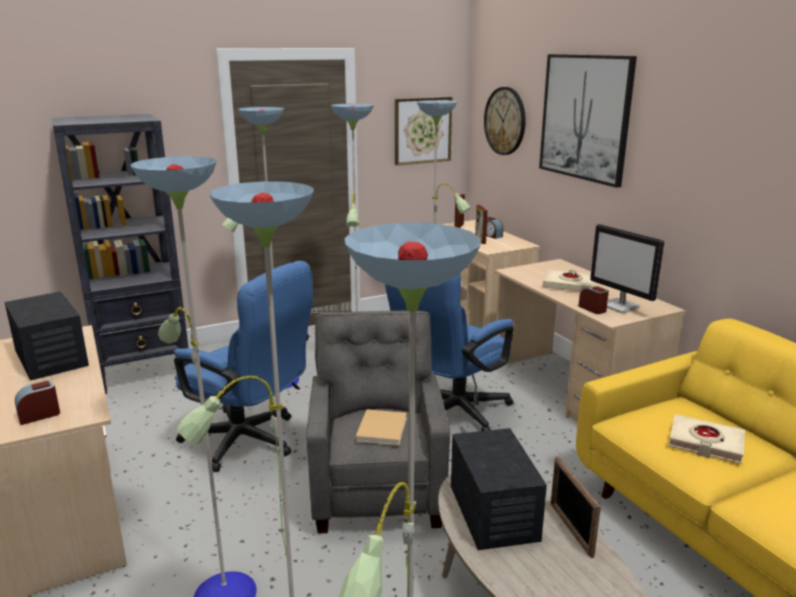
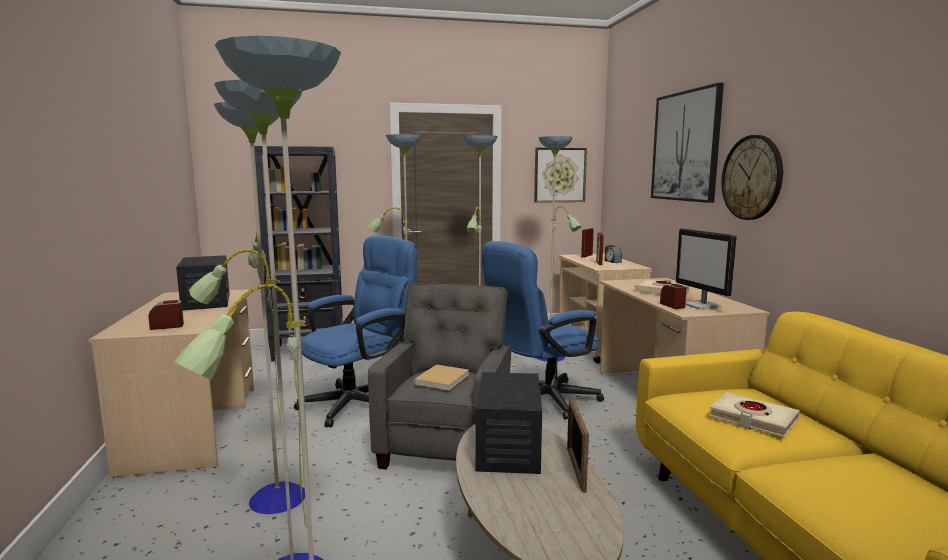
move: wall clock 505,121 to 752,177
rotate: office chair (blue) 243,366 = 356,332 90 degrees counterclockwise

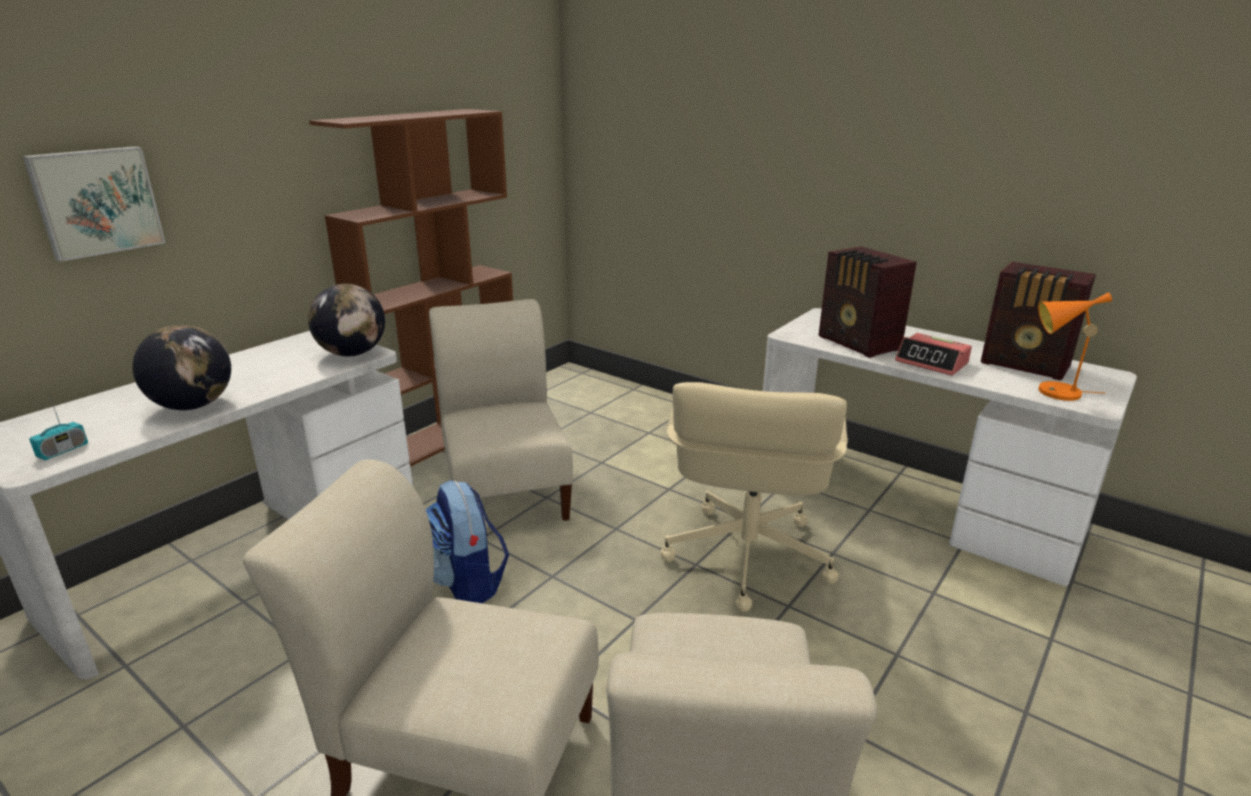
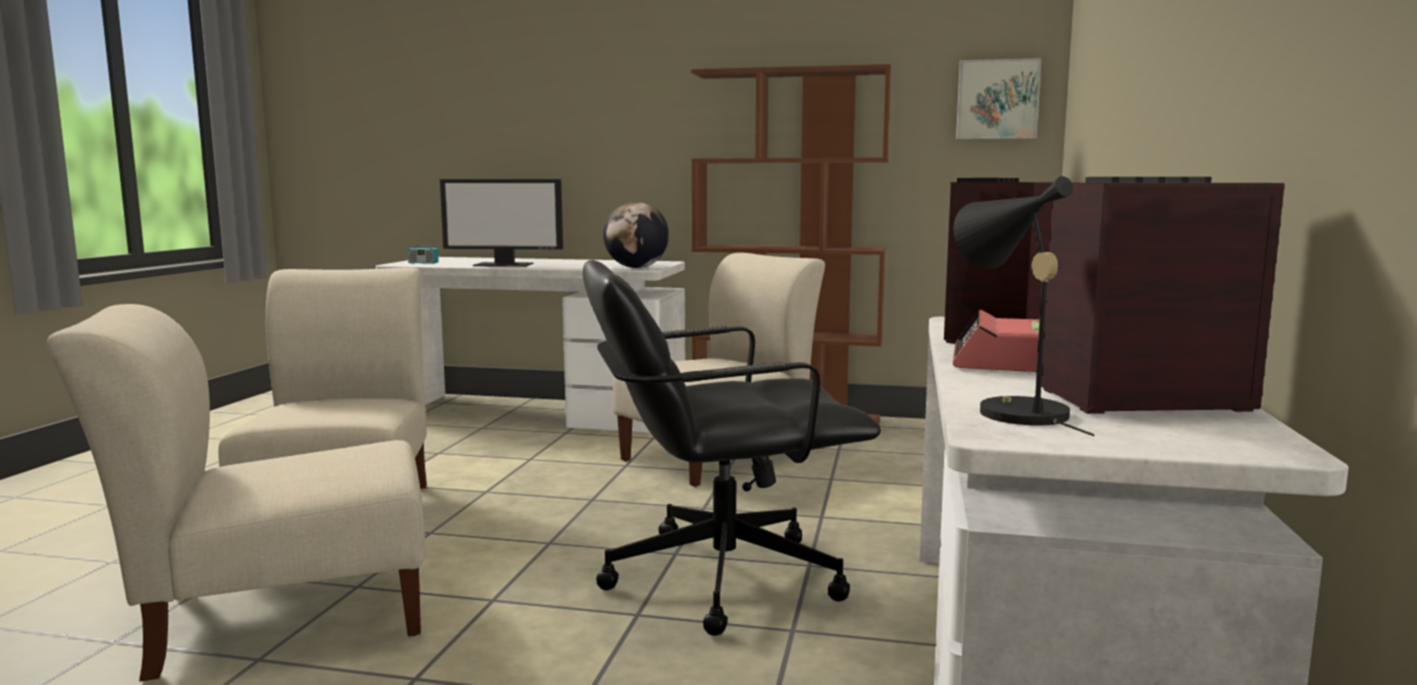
delete: backpack 467,541
move: picture 94,204 to 999,98
replace: globe 181,367 to monitor 501,223
recolor: office chair (beige) 754,497 to office chair (black) 732,448; table lamp (orange) 1075,347 to table lamp (black) 1023,306
rotate: radio 1038,321 = 1163,295 75 degrees clockwise

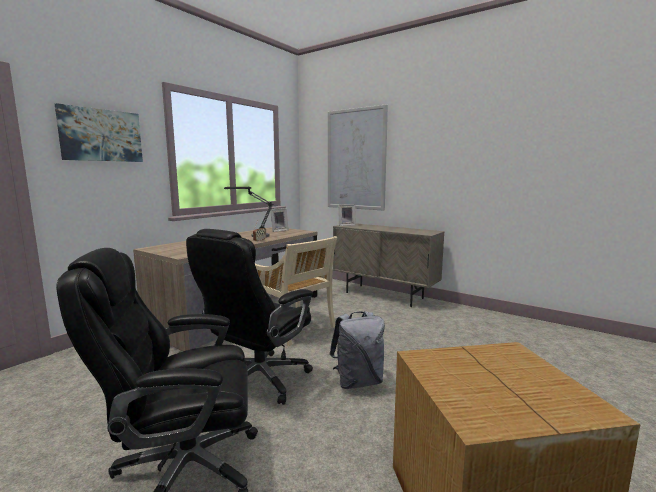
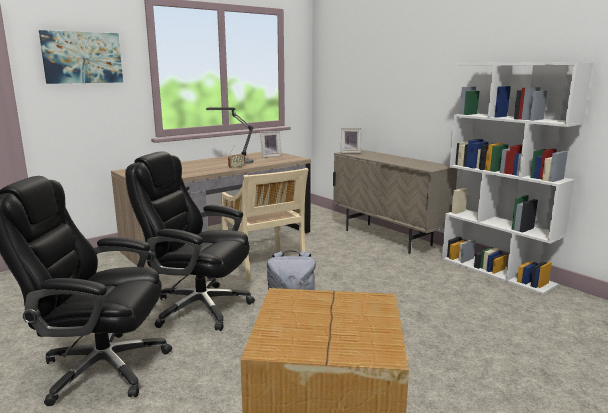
delete: picture 358,157
insert: bookcase (white) 517,178
rotate: office chair (black) 249,317 = 190,241 60 degrees clockwise

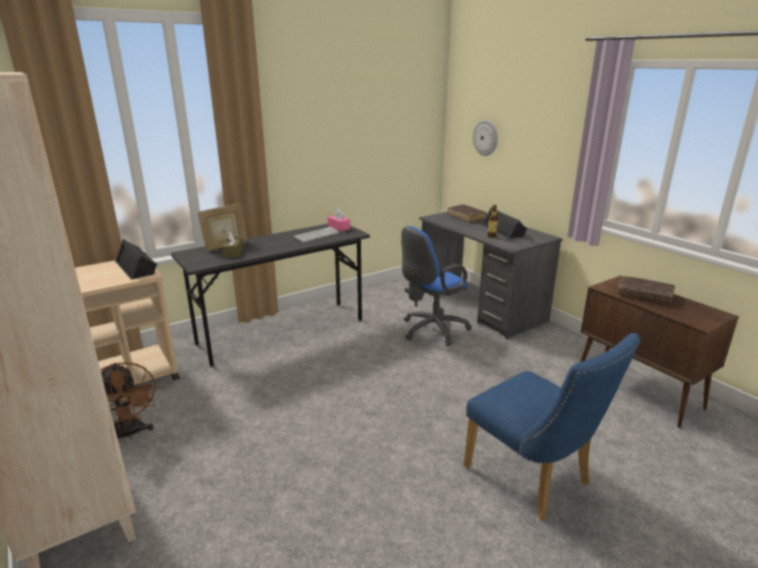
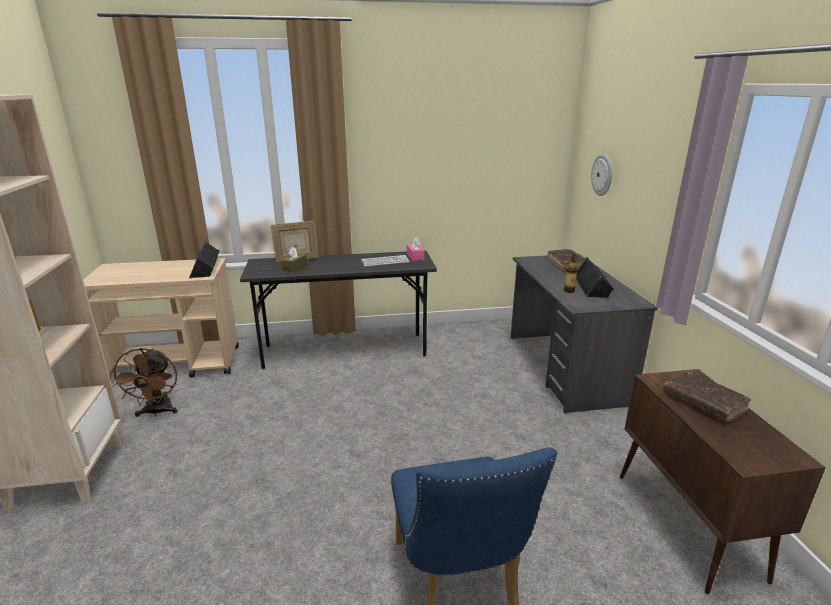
delete: office chair (blue) 436,286

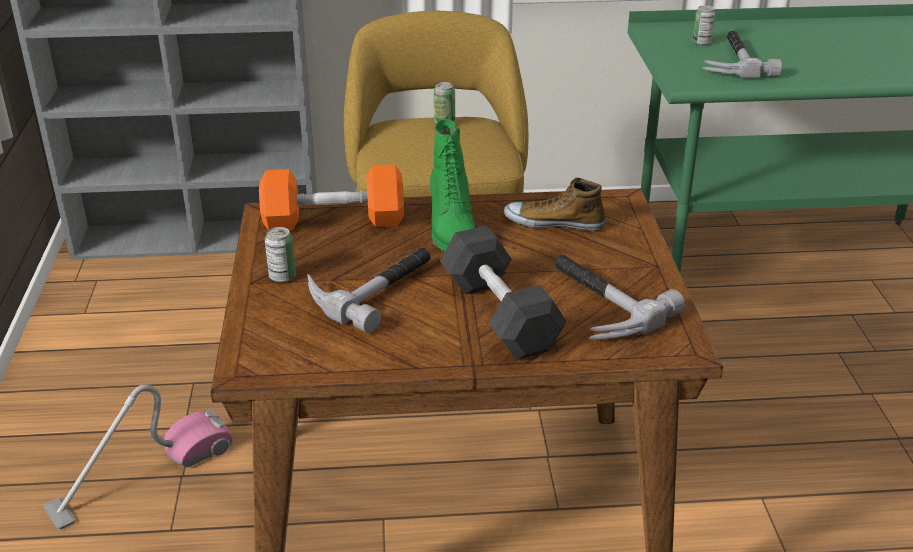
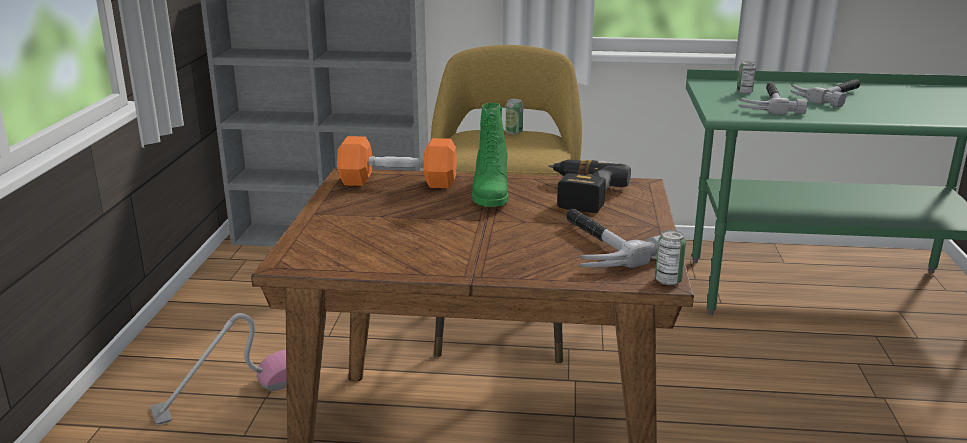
delete: dumbbell (black) 503,293
move: can 280,255 to 670,257; hammer 369,290 to 825,93
replace: shoe 555,204 to power drill 589,186

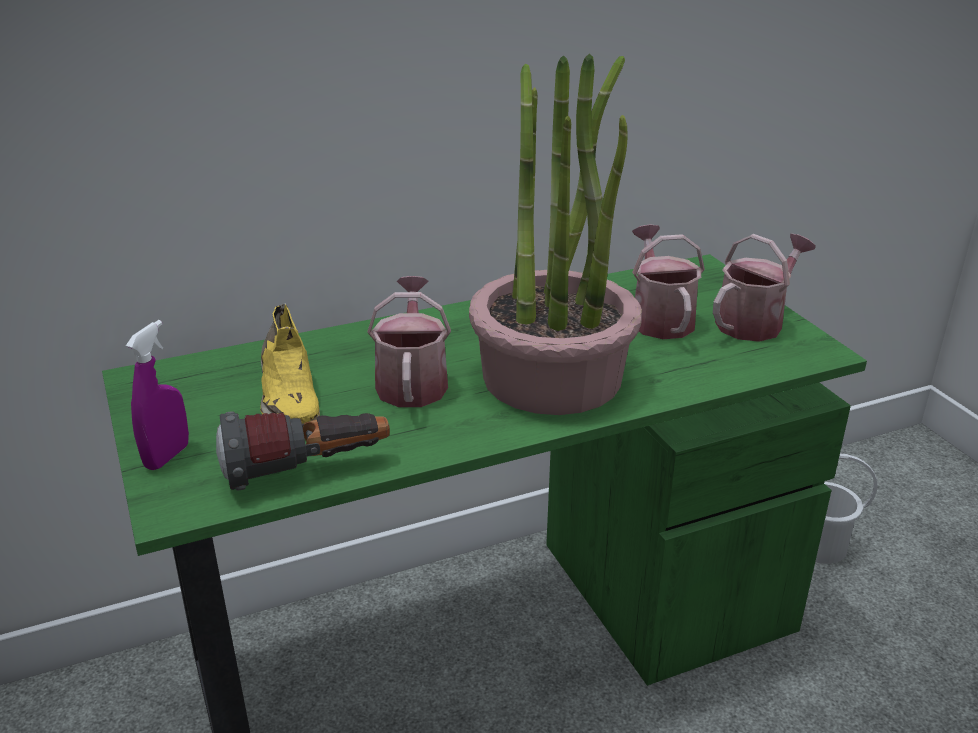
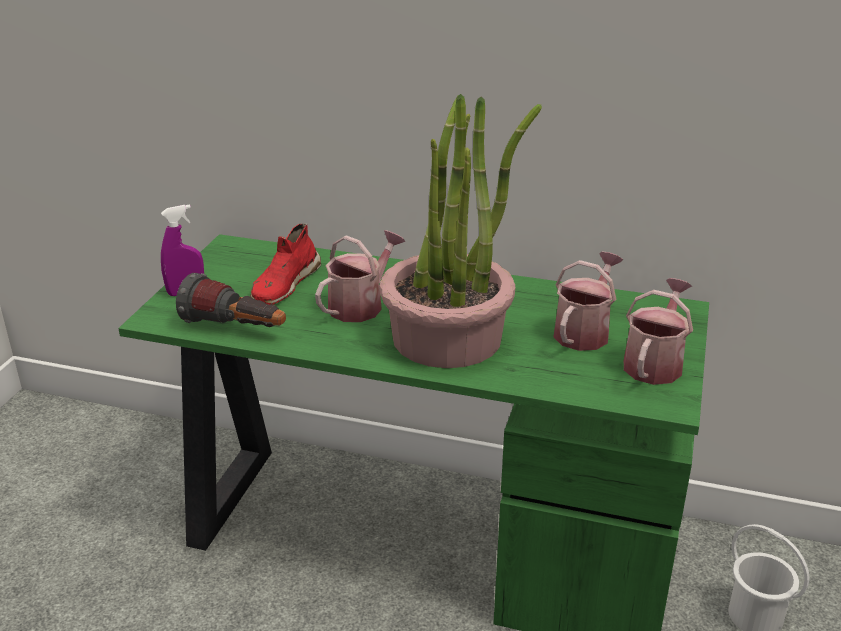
recolor: shoe (yellow) 290,363 to shoe (red) 285,264
rotate: watering can 764,288 = 658,331 60 degrees counterclockwise

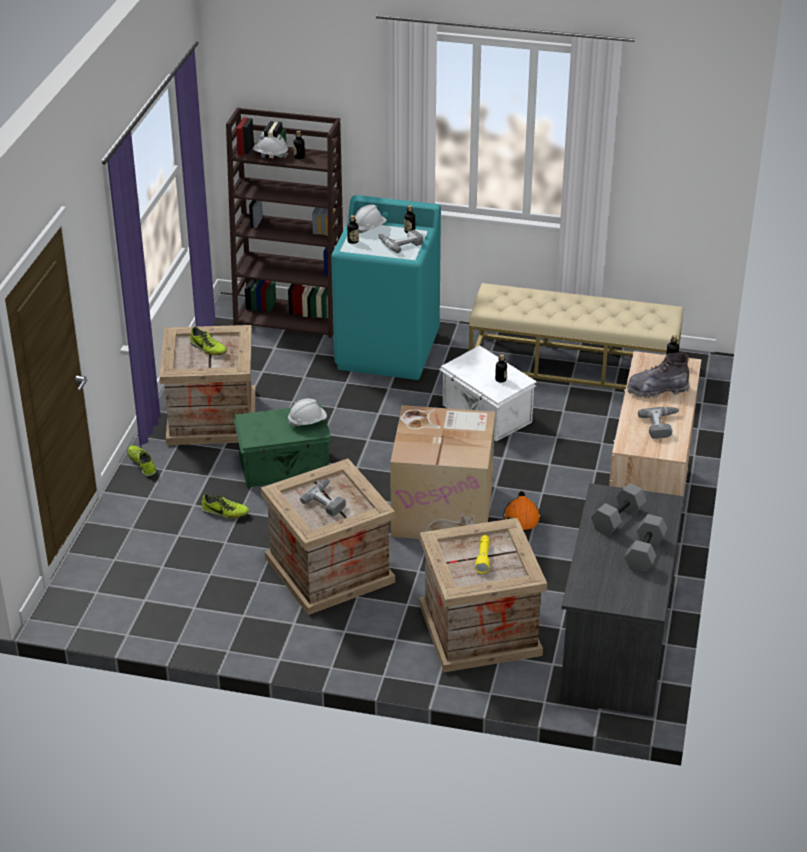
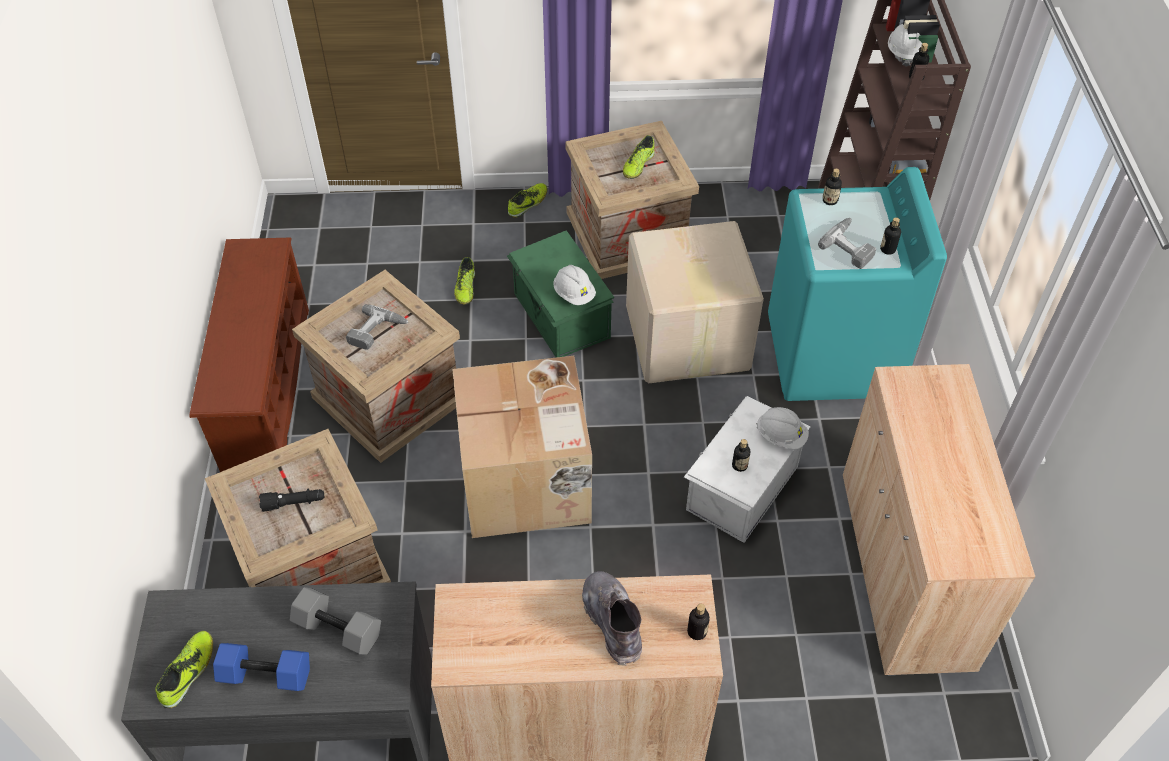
delete: hard hat (orange) 522,511; power drill 658,423
insert: shoe 184,669; shoe rack (brown) 249,354; cardboard box 695,302
move: hard hat (white) 371,219 to 782,428
replace: bench (beige) 576,336 to cabinet (beige) 939,520
recolor: dumbbell (grey) 646,543 to dumbbell (blue) 261,667; flashlight (yellow) 482,554 to flashlight (black) 291,500

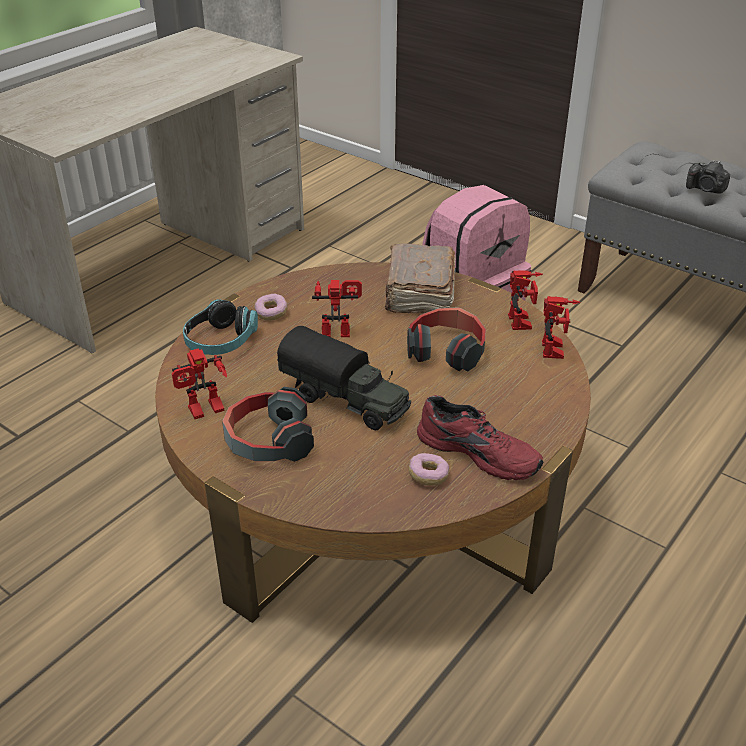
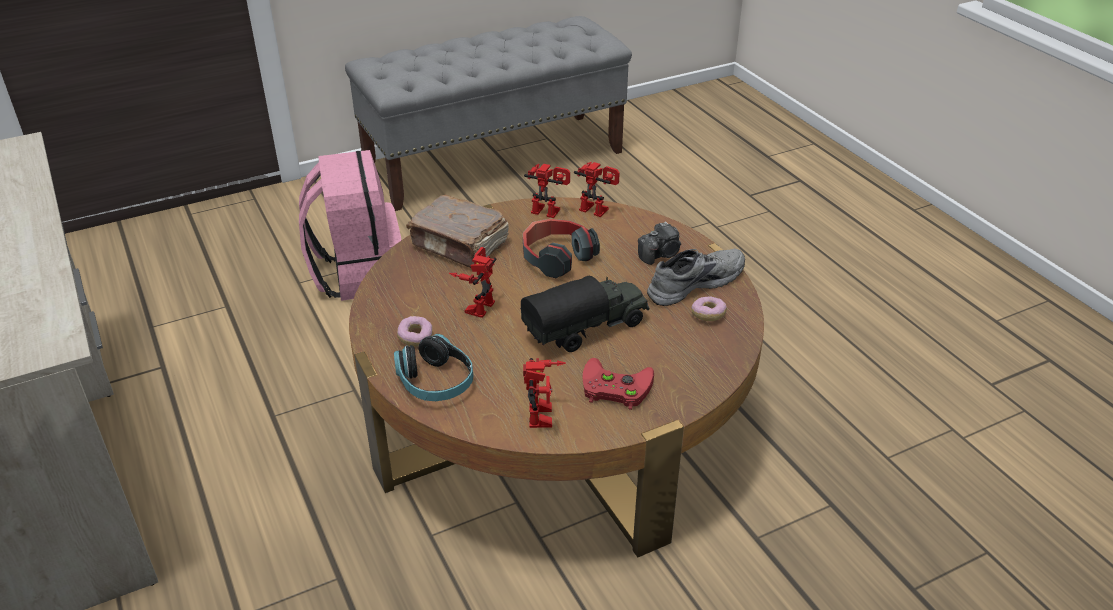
move: photo camera 708,177 to 659,243
replace: headphones 268,424 to game controller (red) 618,384
recolor: shoe (red) 480,437 to shoe (grey) 696,277

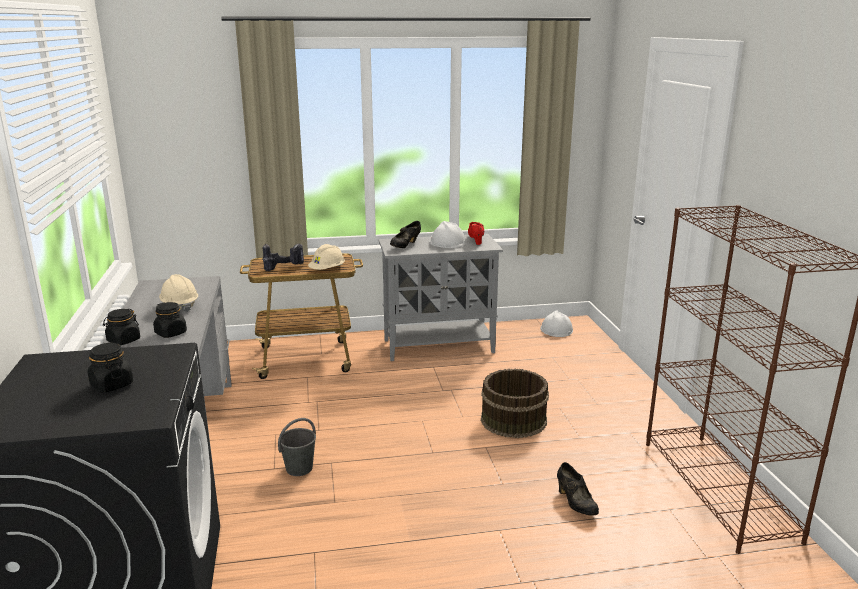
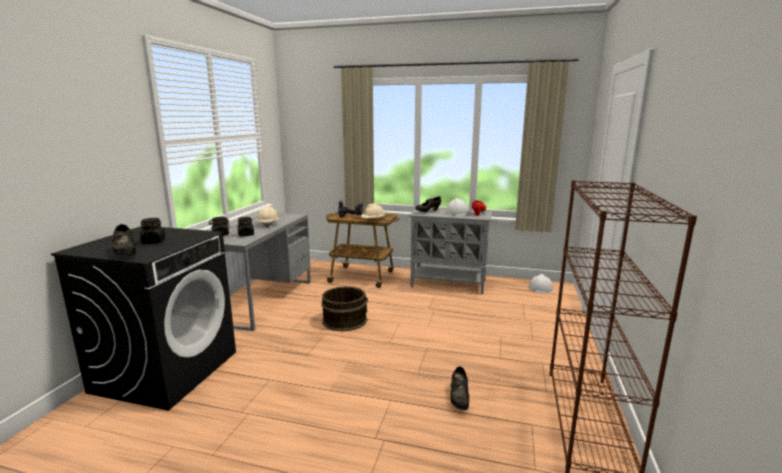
delete: bucket (grey) 297,447
insert: shoe (black) 124,239
move: bucket (brown) 515,403 to 344,309

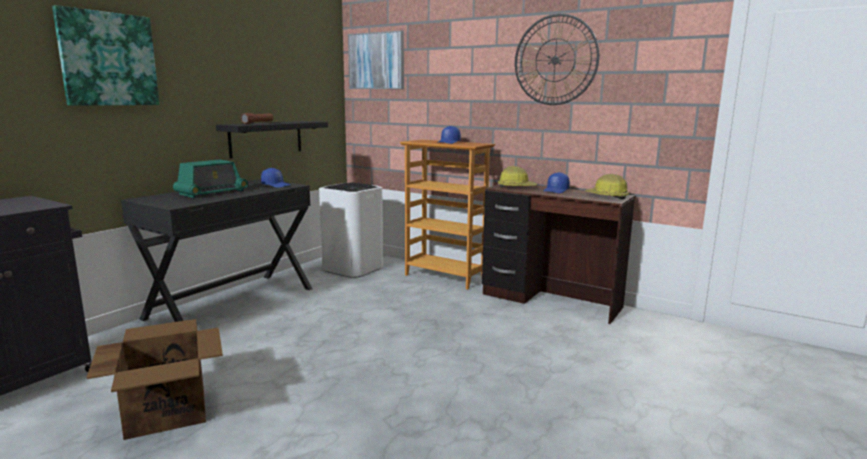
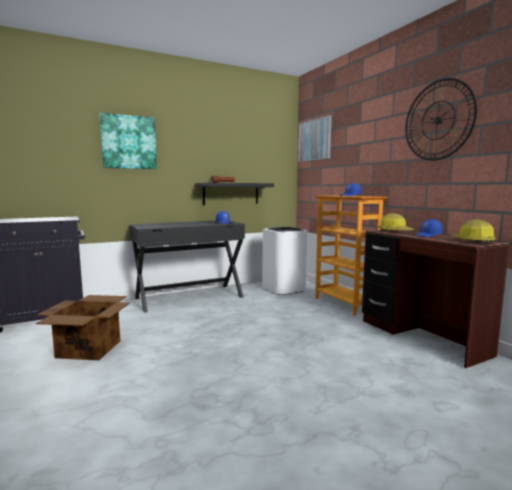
delete: radio 210,179

